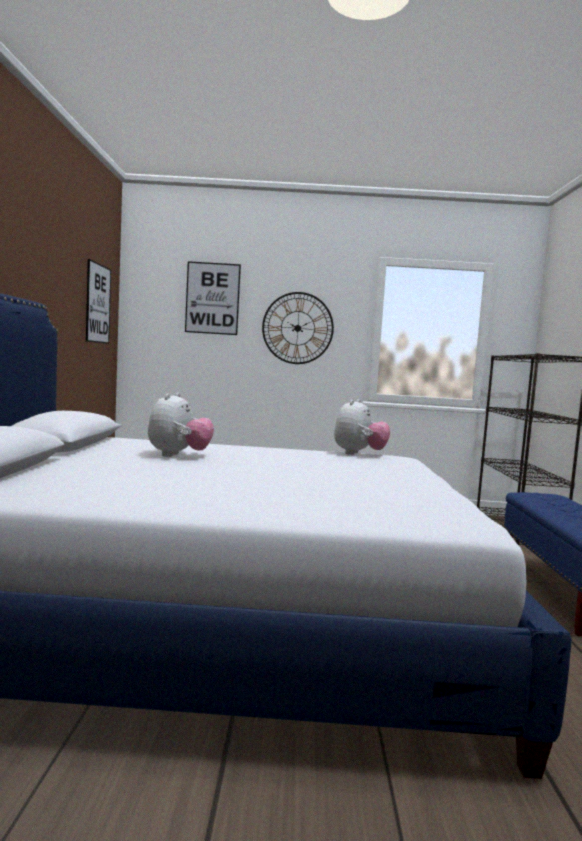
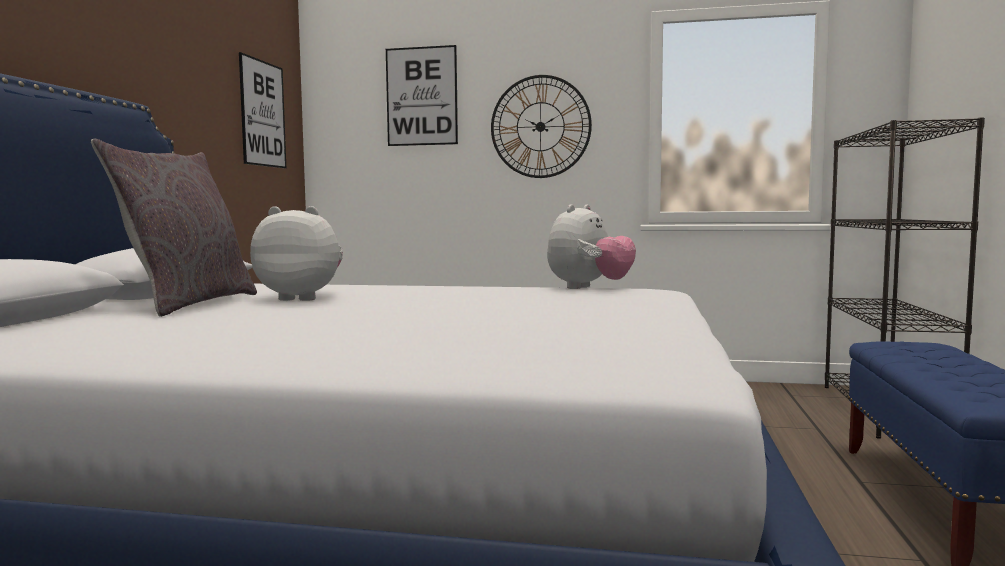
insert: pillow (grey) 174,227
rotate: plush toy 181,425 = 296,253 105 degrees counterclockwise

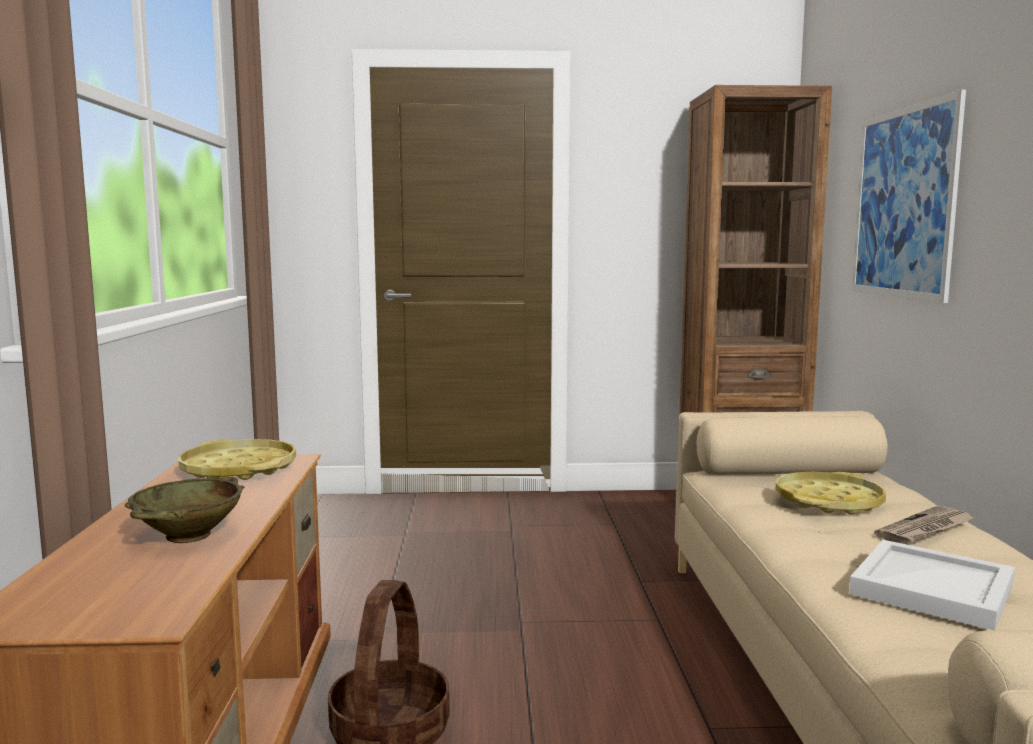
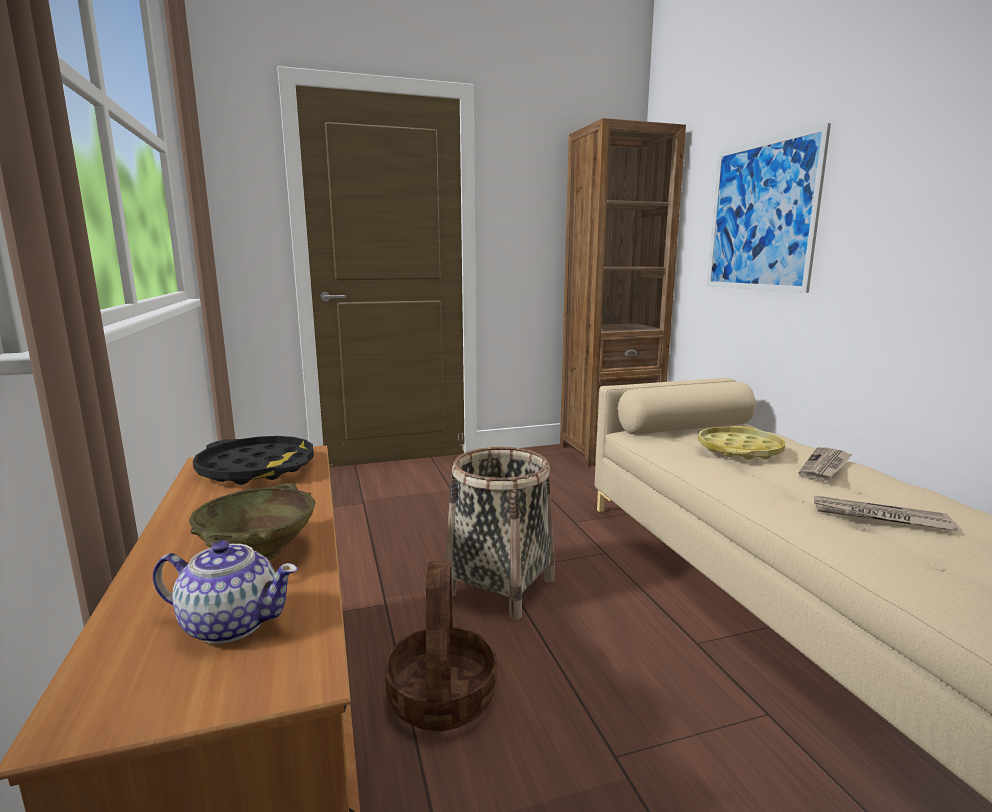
insert: teapot 225,592; basket 500,533
replace: tray (white) 932,585 to newspaper 886,513
recolor: tray (yellow) 237,459 to tray (black) 253,460

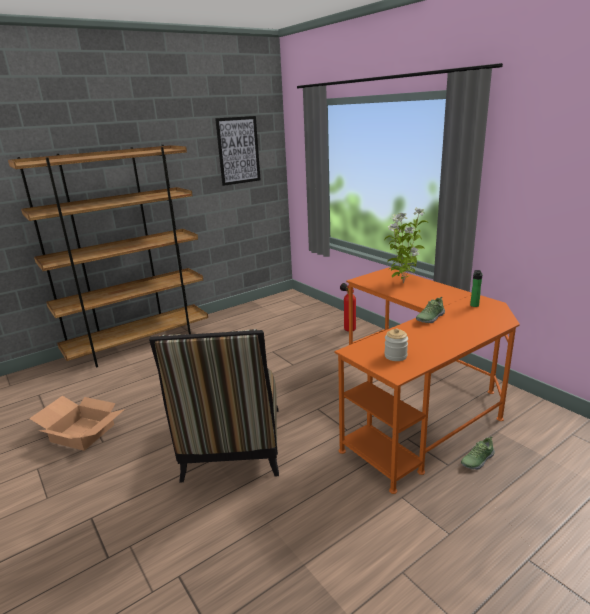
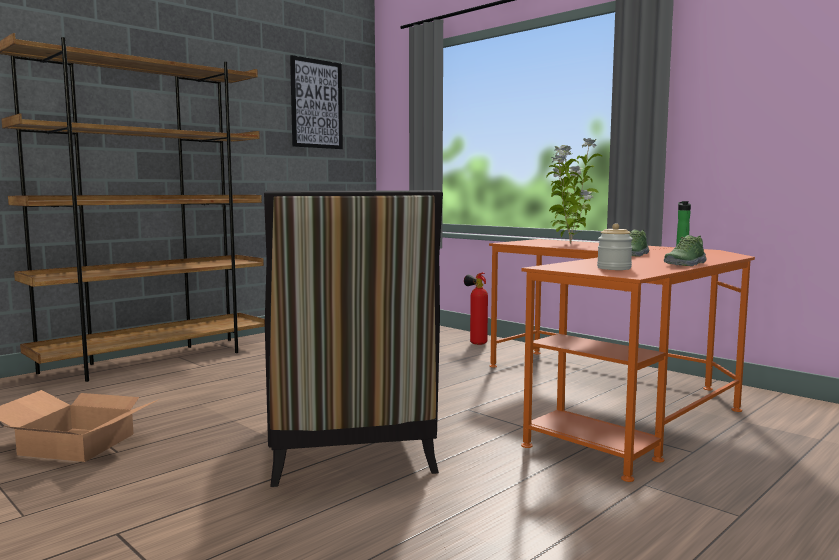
move: shoe 478,453 to 685,250

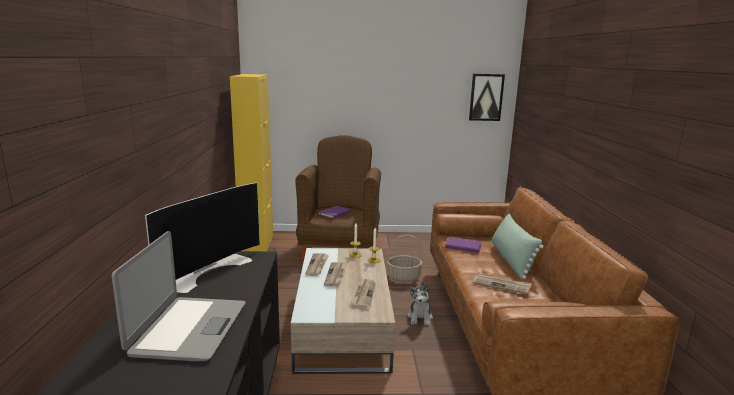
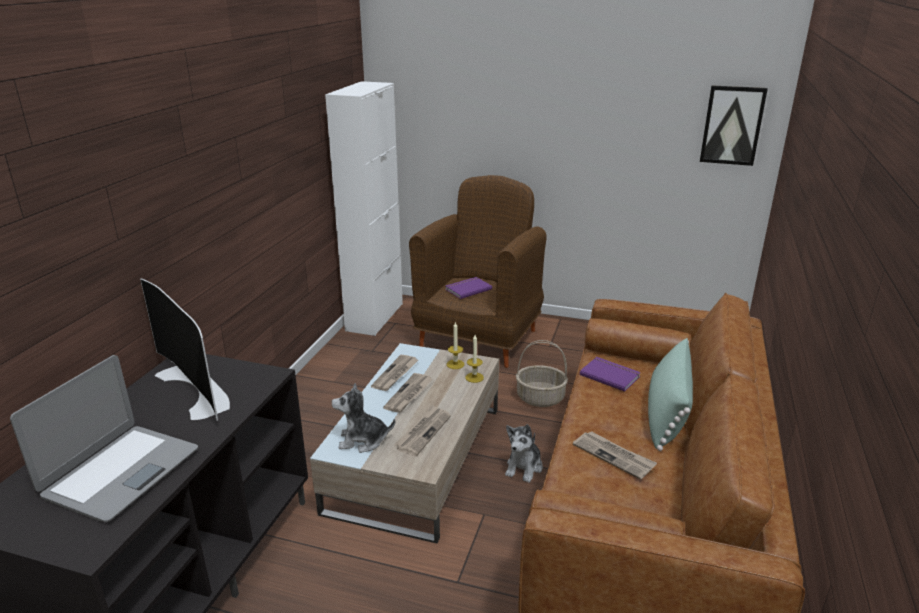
insert: plush toy 363,418
recolor: cabinet (yellow) 251,162 to cabinet (white) 364,208
rotate: television 202,237 = 185,350 90 degrees clockwise

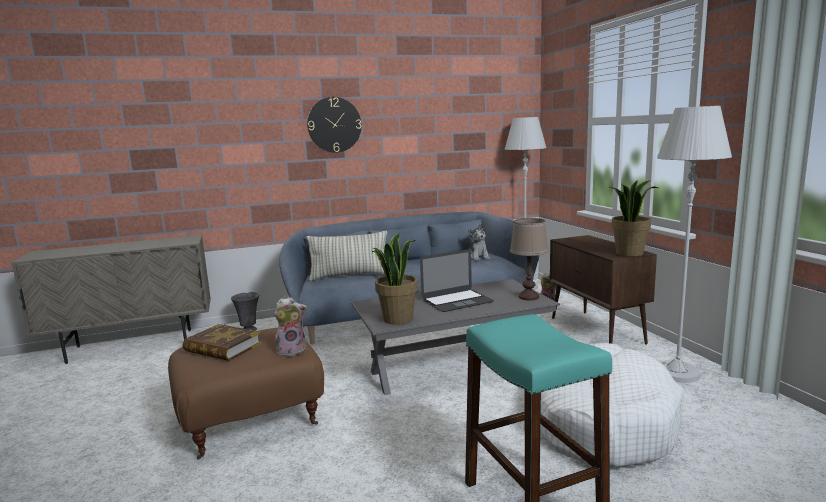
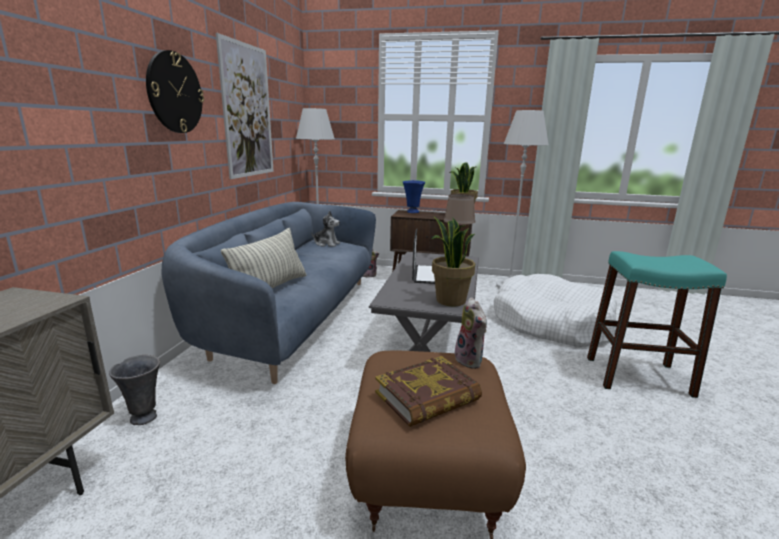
insert: picture 245,106; vase (blue) 414,196
rotate: plush toy 290,326 = 469,333 150 degrees clockwise

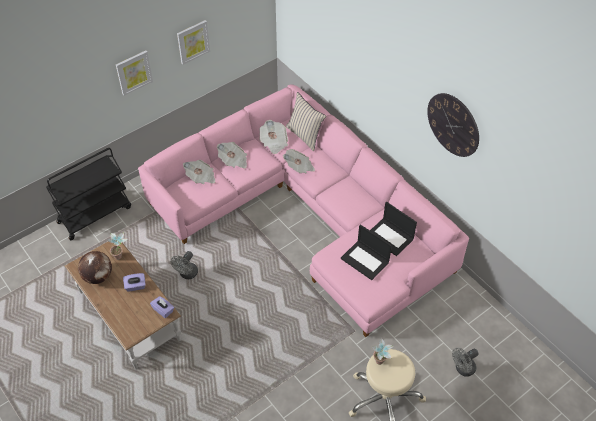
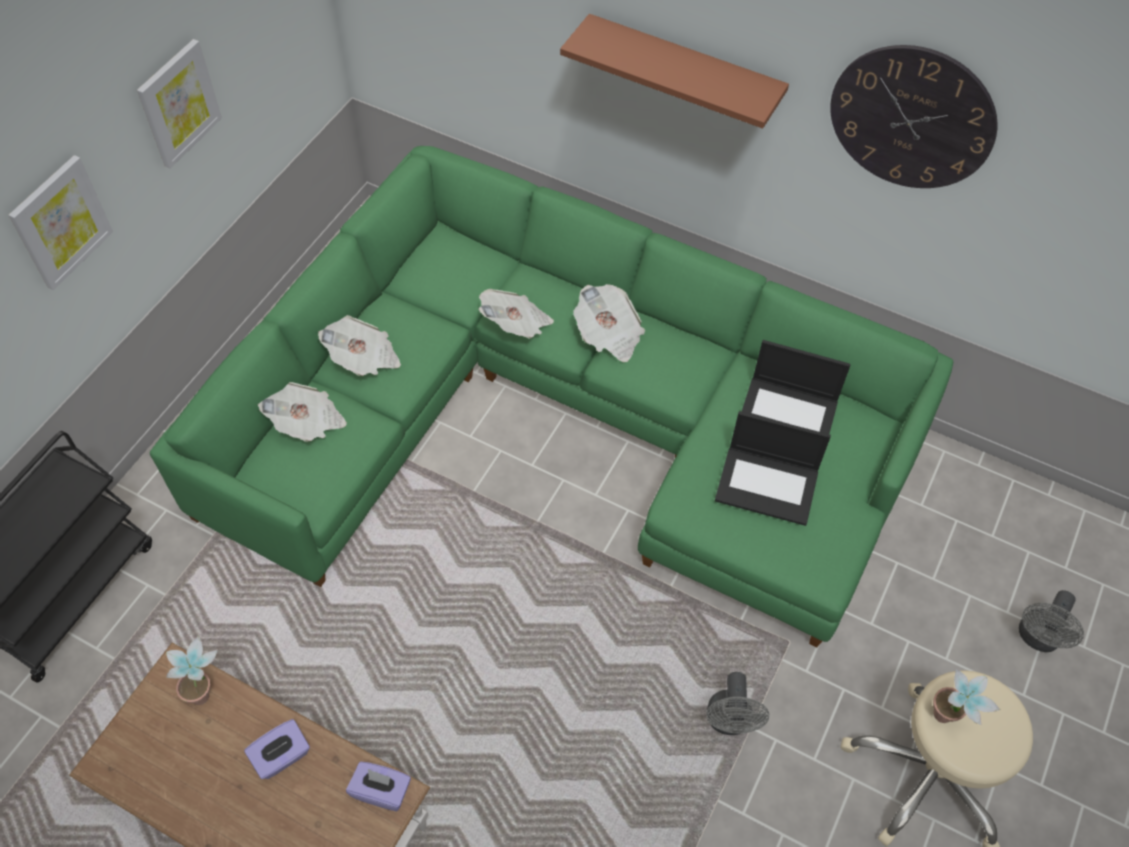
delete: globe 95,267; pillow (beige) 306,122
insert: shelf (brown) 674,71
move: newspaper 273,137 to 609,323; fan (grey) 184,265 to 738,703
recolor: sofa (pink) 303,211 to sofa (green) 551,396

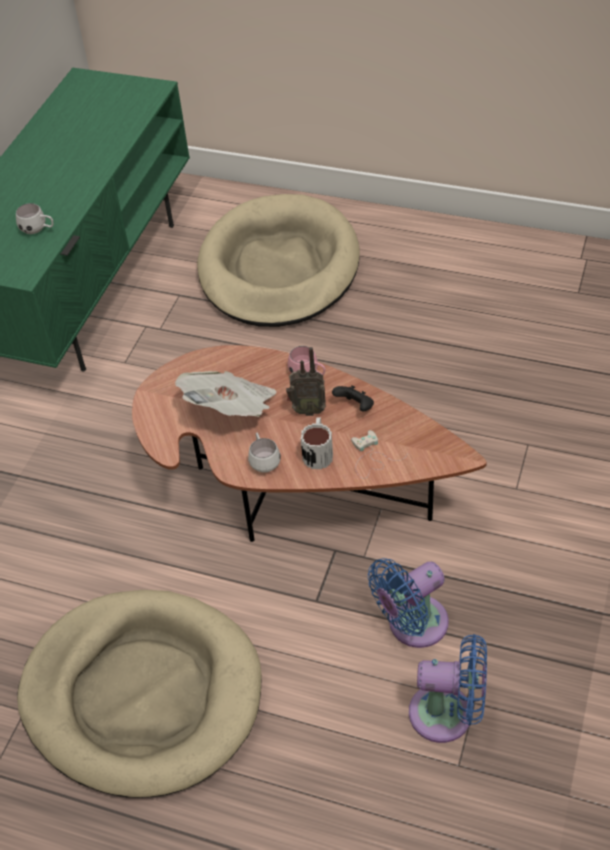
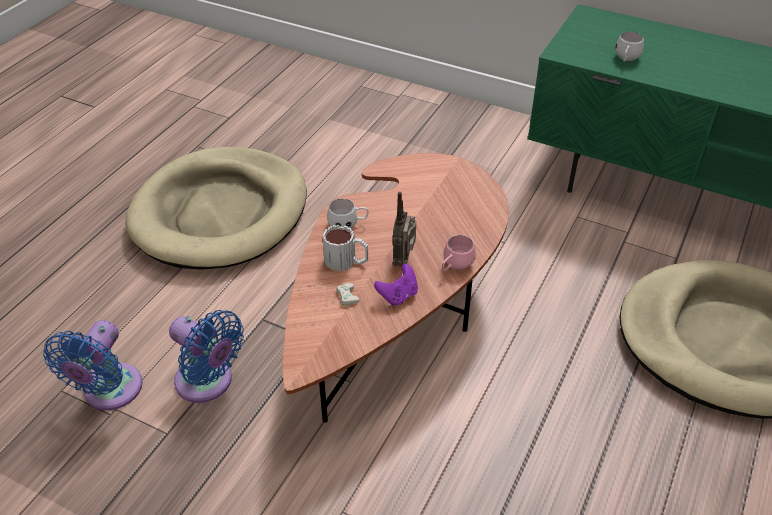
delete: newspaper 226,394
recolor: game controller (black) 353,398 to game controller (purple) 396,284
rotate: fan (blue) 408,603 = 206,356 150 degrees clockwise

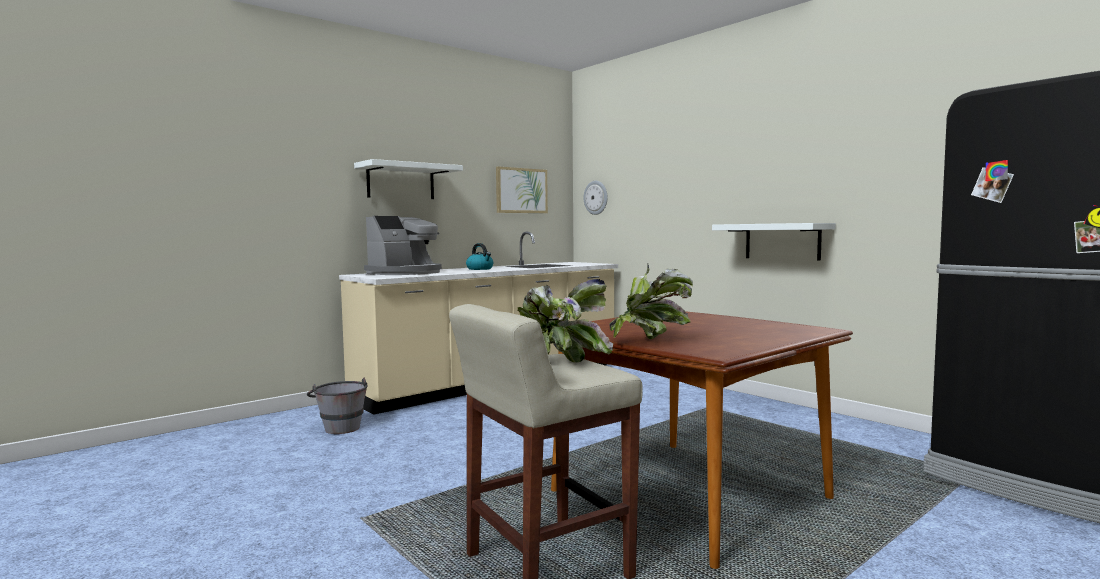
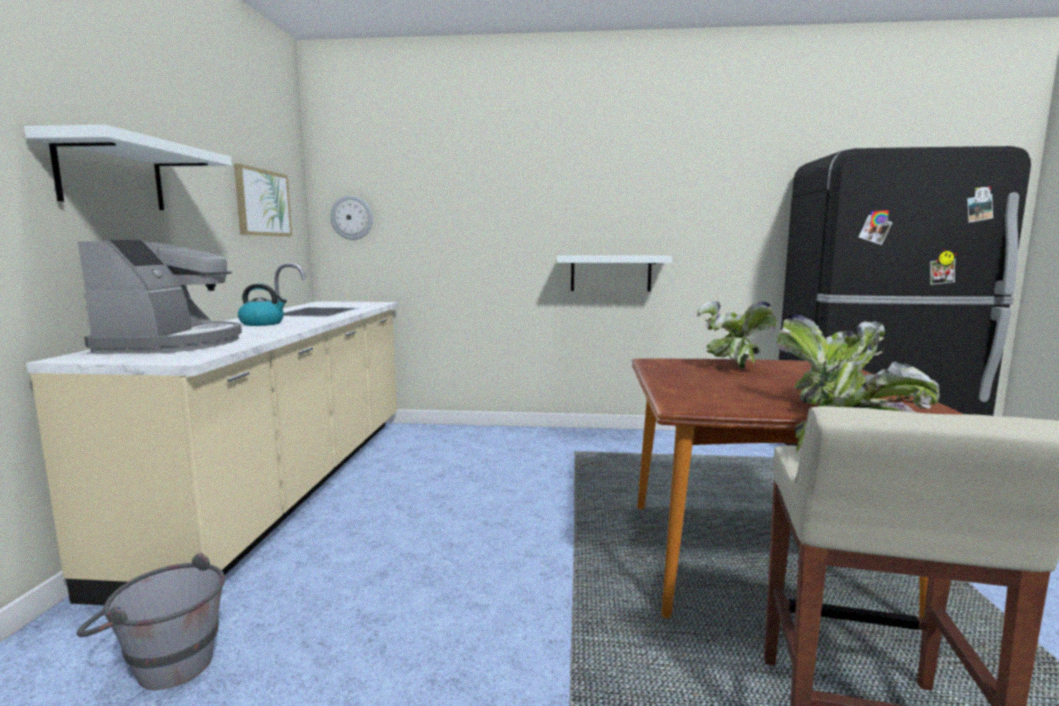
insert: potted plant 737,335

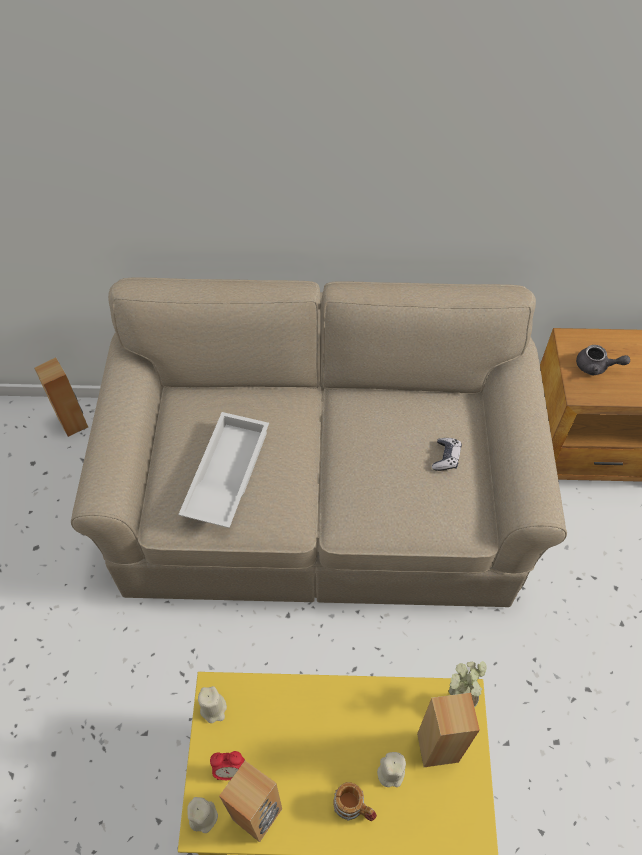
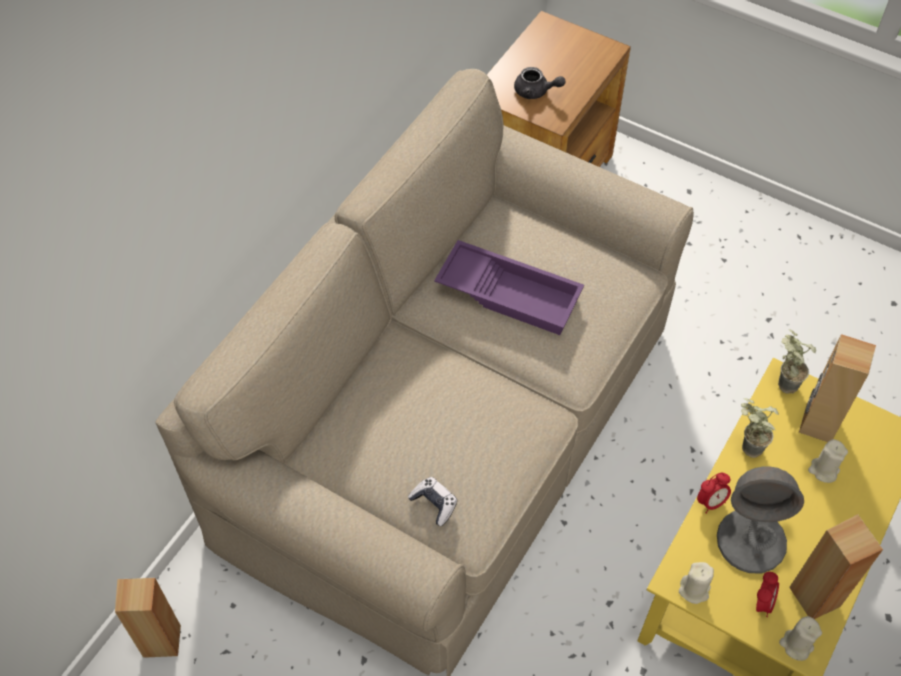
delete: tray (white) 223,470; mug 355,801
insert: tray (purple) 509,287; alarm clock 714,493; table lamp (grey) 760,519; potted plant 760,428
move: game controller 447,454 to 432,501
rotate: teapot (grey) 603,360 = 540,83 60 degrees clockwise

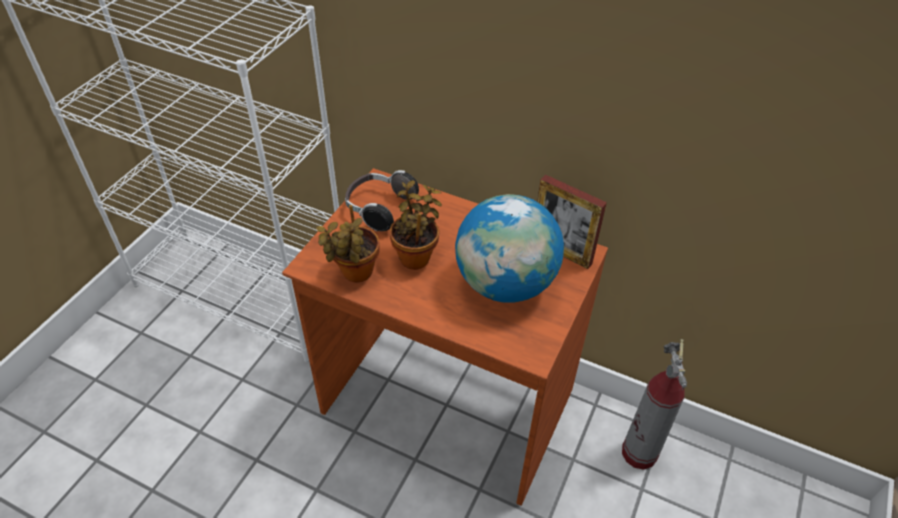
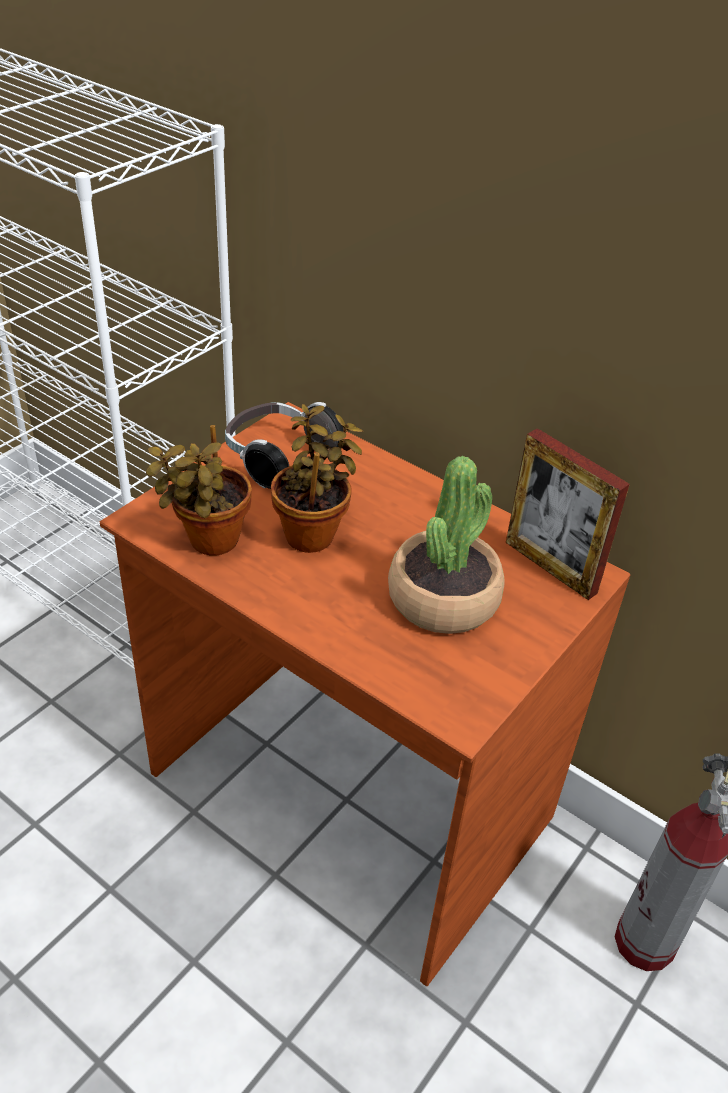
replace: globe 509,248 to potted plant 446,545

